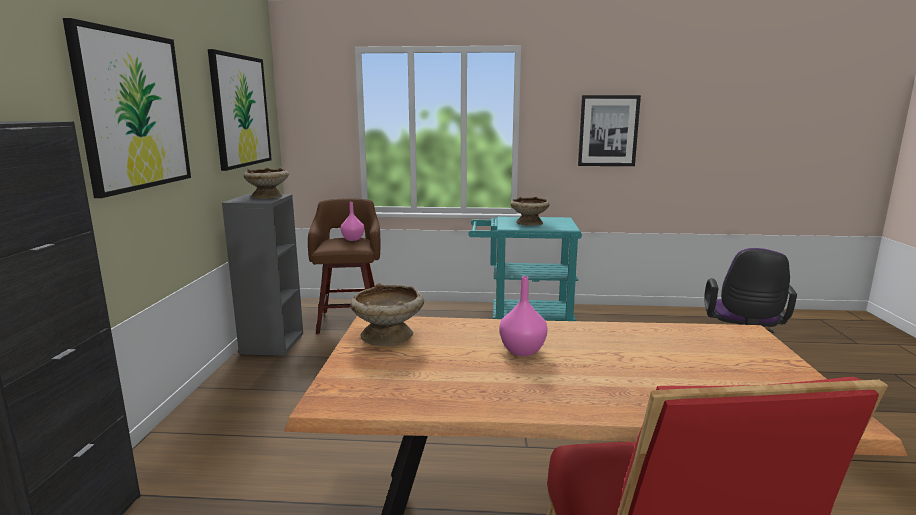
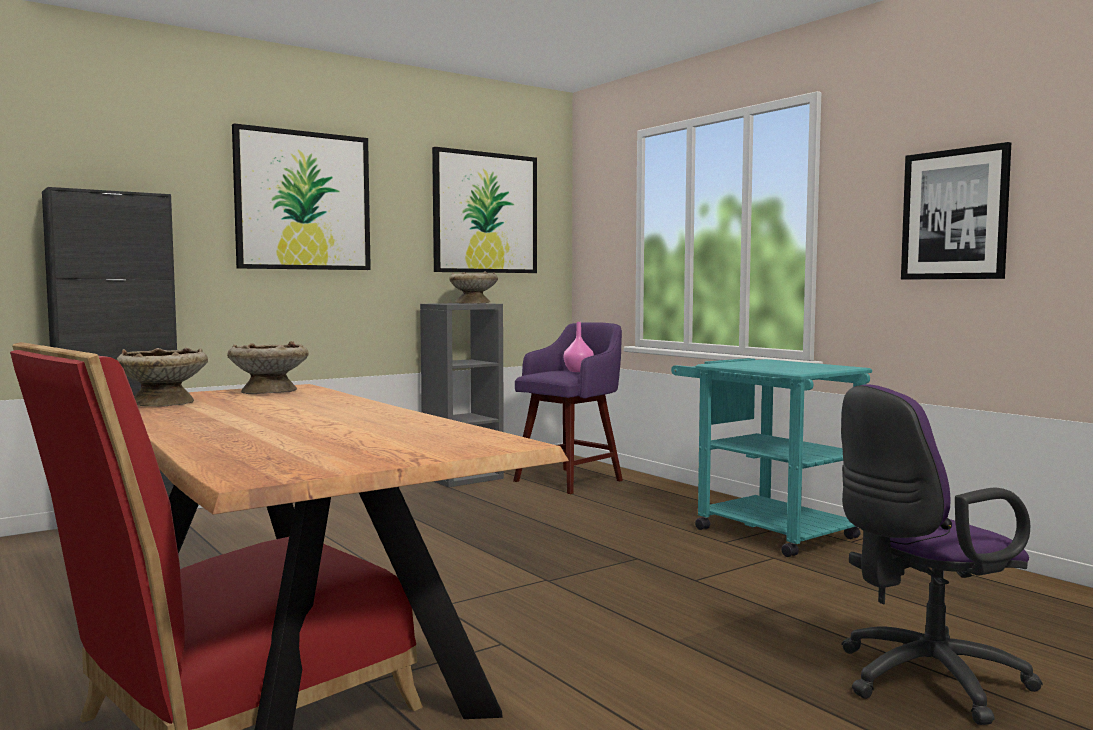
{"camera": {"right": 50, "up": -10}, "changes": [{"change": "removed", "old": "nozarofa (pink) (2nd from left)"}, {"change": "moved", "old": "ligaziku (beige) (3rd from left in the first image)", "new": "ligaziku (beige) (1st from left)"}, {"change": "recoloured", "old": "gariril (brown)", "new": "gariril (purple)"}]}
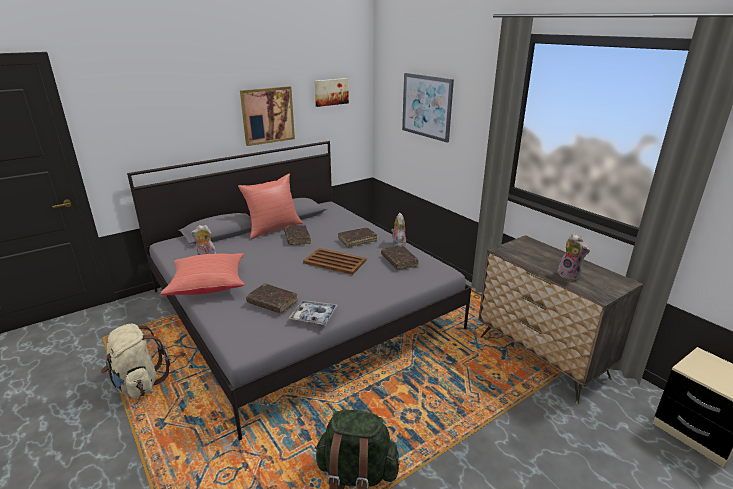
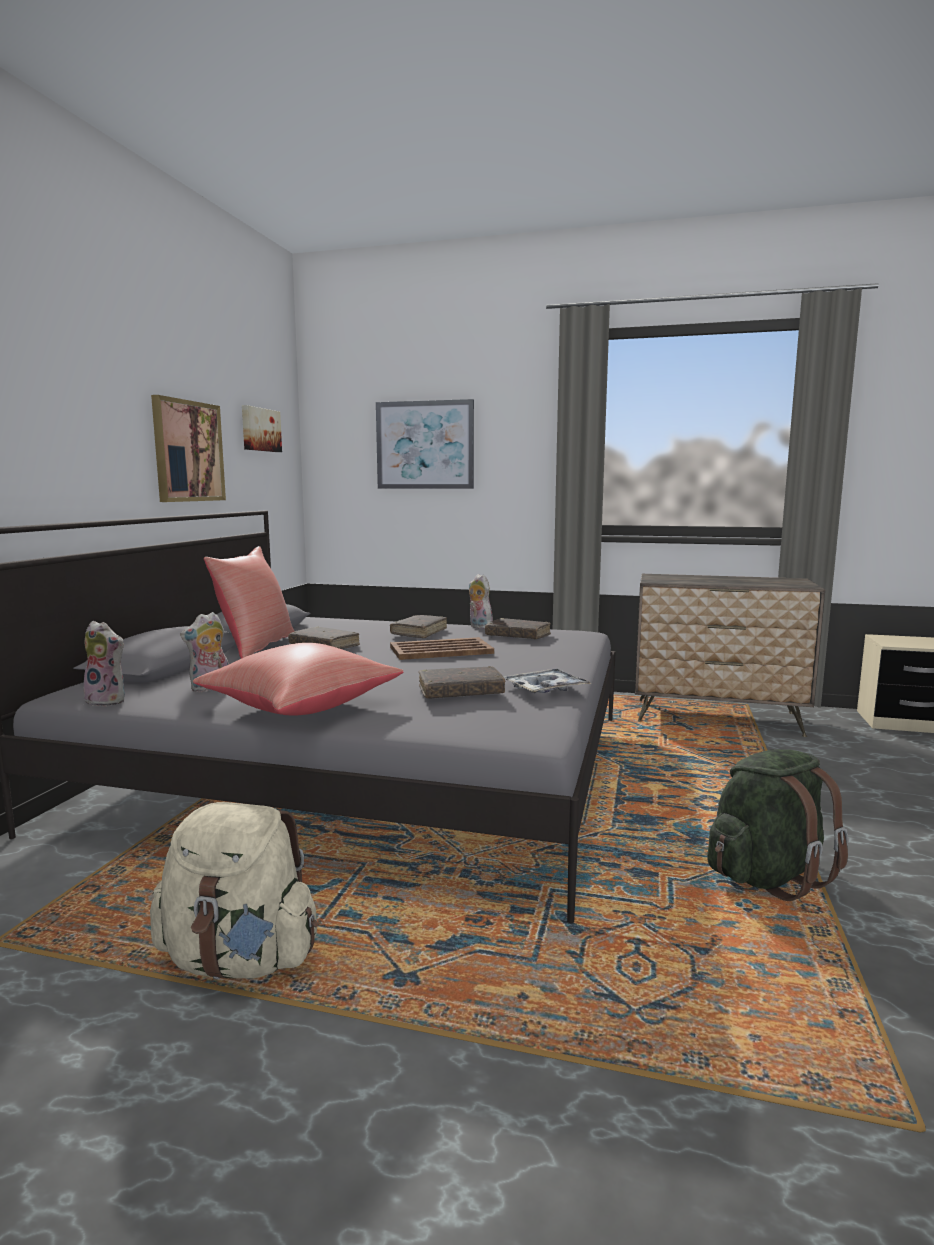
{"camera": {"right": -40, "up": -15}, "changes": [{"change": "moved", "old": "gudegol (3rd from left in the first image)", "new": "gudegol (1st from left)"}]}
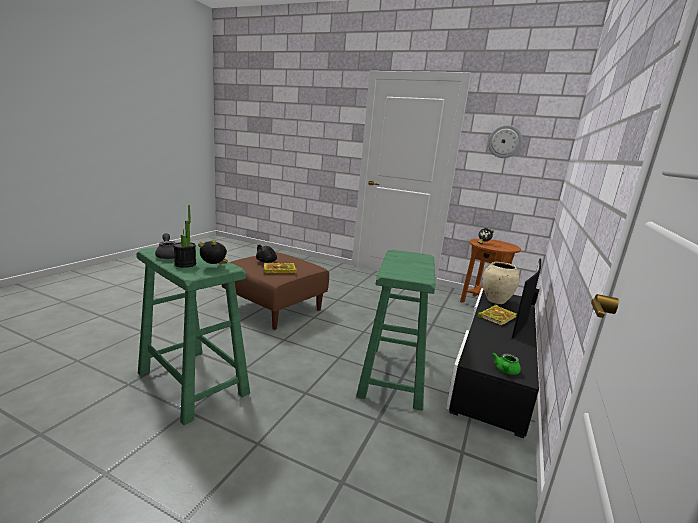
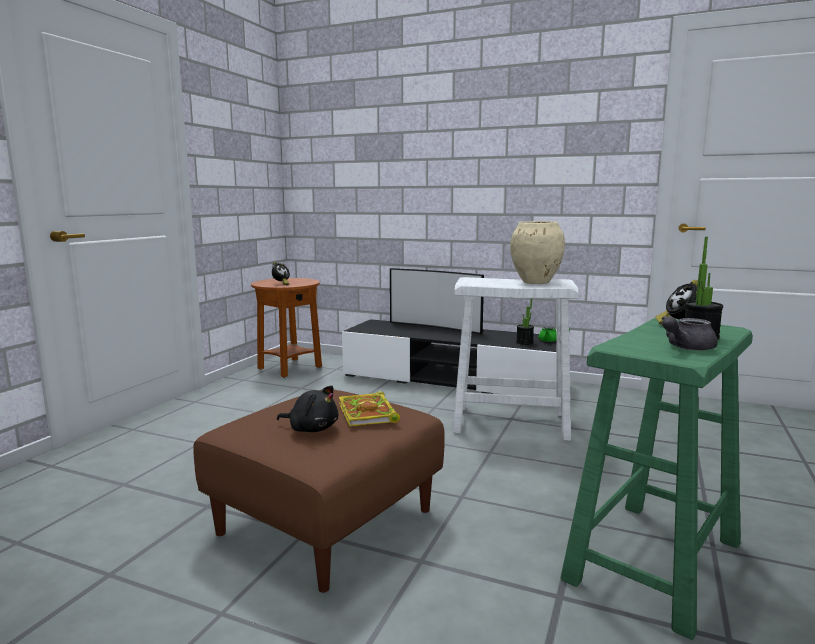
{"camera": {"right": -90, "up": -5}, "changes": [{"change": "removed", "old": "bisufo (2nd from left)"}, {"change": "removed", "old": "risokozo"}, {"change": "added", "new": "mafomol (1st from left)"}, {"change": "moved", "old": "nozarofa (beige)"}, {"change": "recoloured", "old": "gariril (green) (2nd from left)", "new": "gariril (white)"}]}
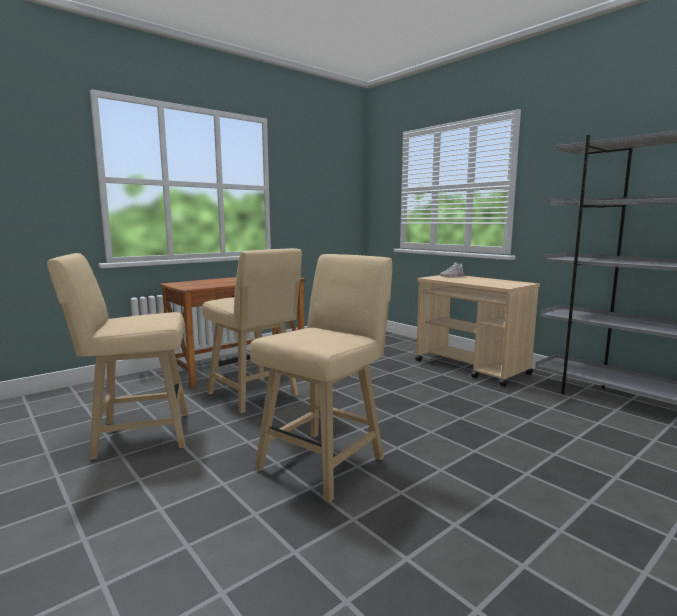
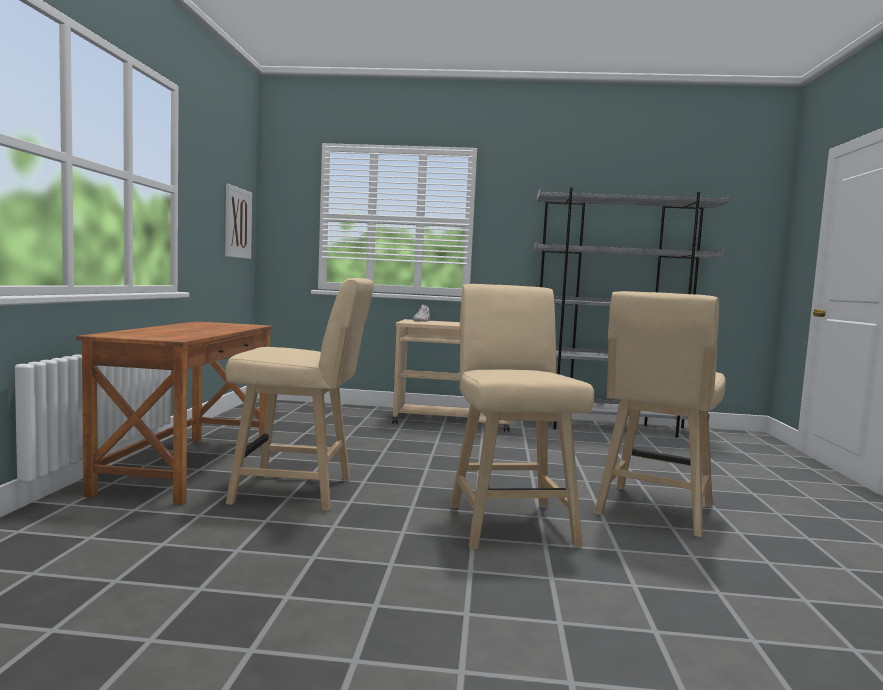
{"camera": {"right": -45, "up": -5}, "changes": [{"change": "added", "new": "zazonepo"}, {"change": "moved", "old": "gariril (beige) (1st from left in the first image)", "new": "gariril (beige) (3rd from left)"}]}
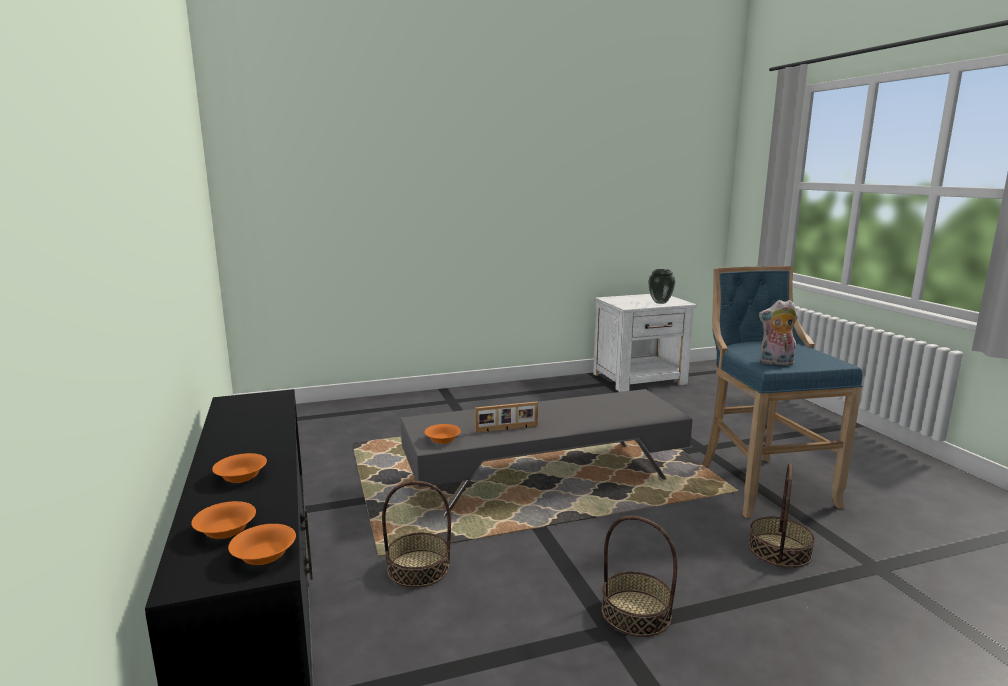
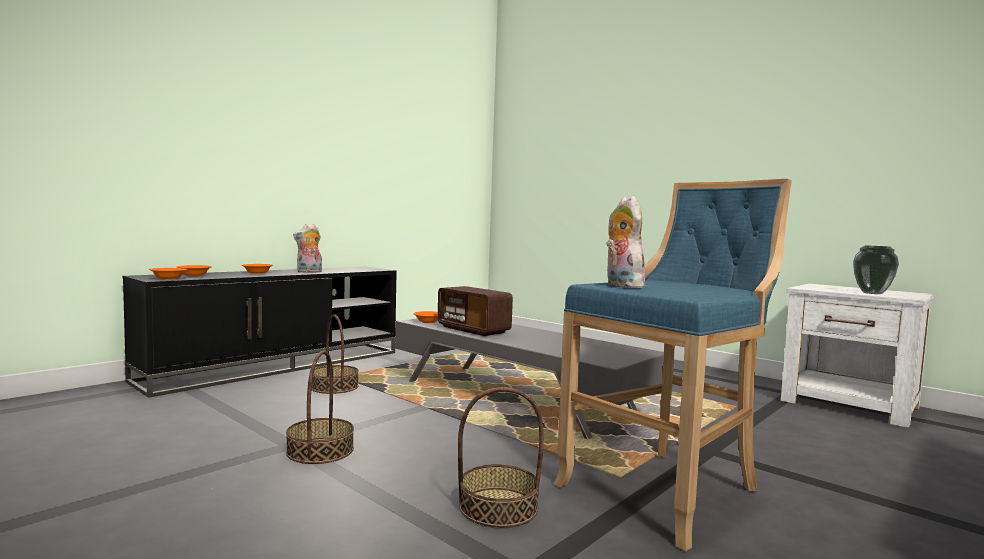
{"camera": {"right": 60, "up": -10}, "changes": [{"change": "added", "new": "gudegol (1st from left)"}, {"change": "replaced", "old": "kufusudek", "new": "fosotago"}]}
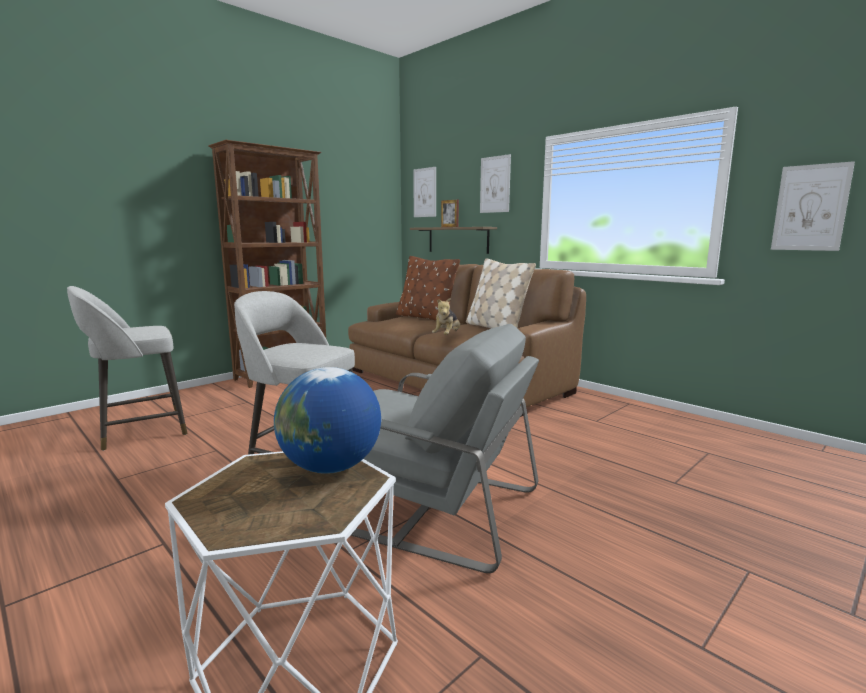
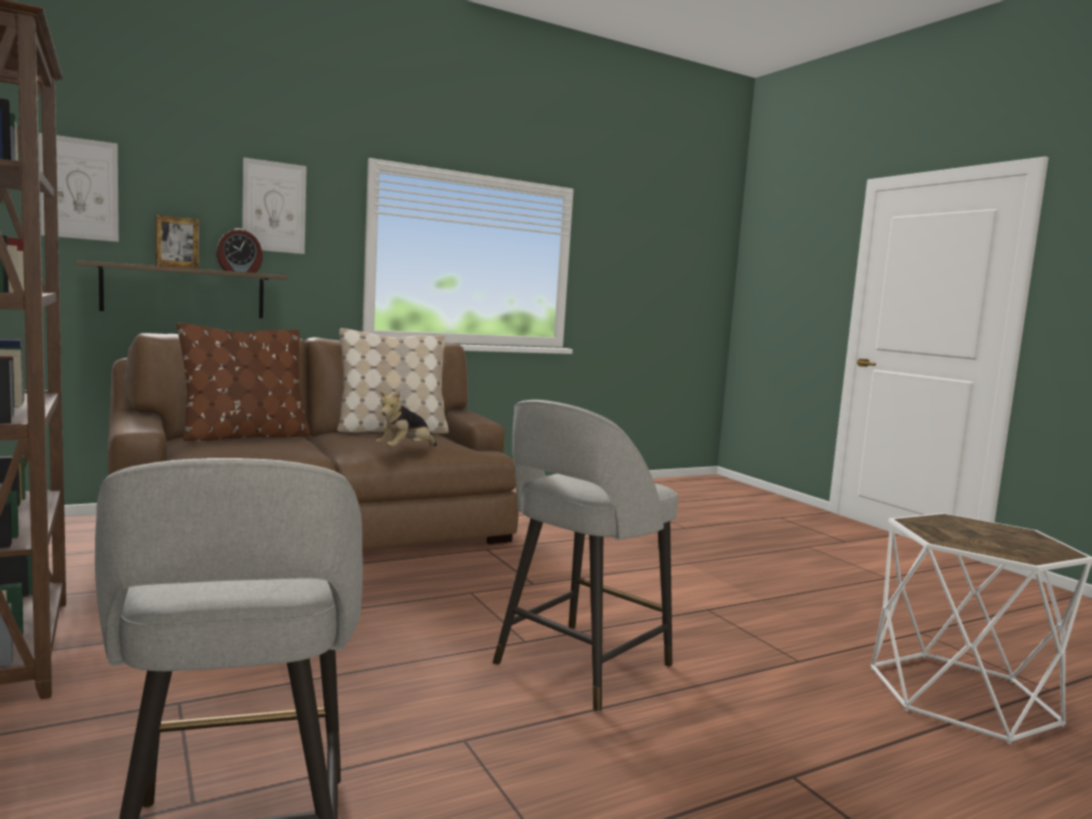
{"camera": {"right": -75, "up": -5}, "changes": [{"change": "removed", "old": "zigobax"}, {"change": "removed", "old": "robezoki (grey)"}, {"change": "removed", "old": "zazonepo (3rd from left)"}, {"change": "added", "new": "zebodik"}, {"change": "turned", "old": "gudegol", "degrees": 90}]}
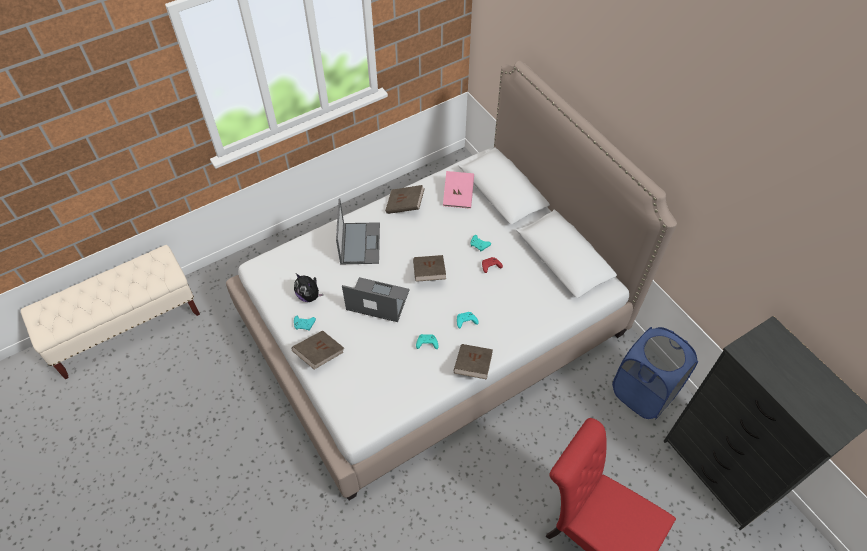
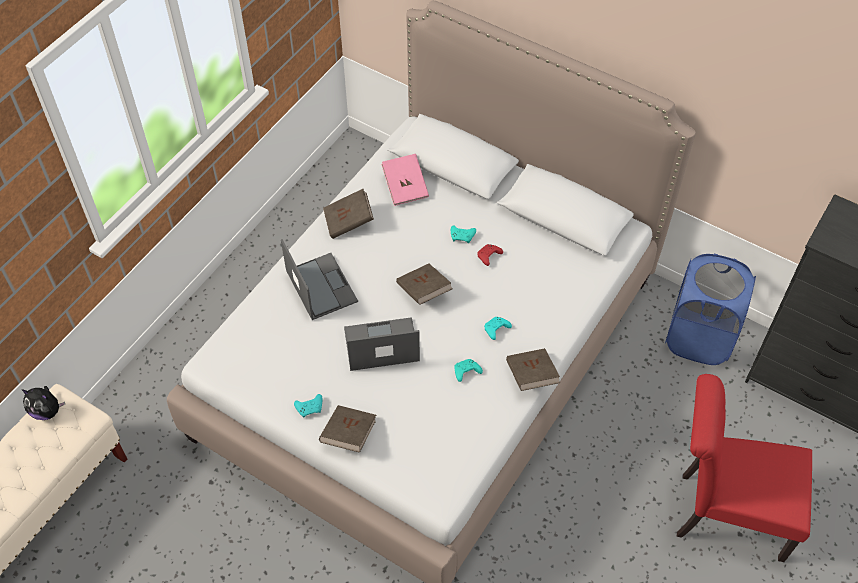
{"camera": {"right": -25, "up": 0}, "changes": [{"change": "moved", "old": "gudegol"}]}
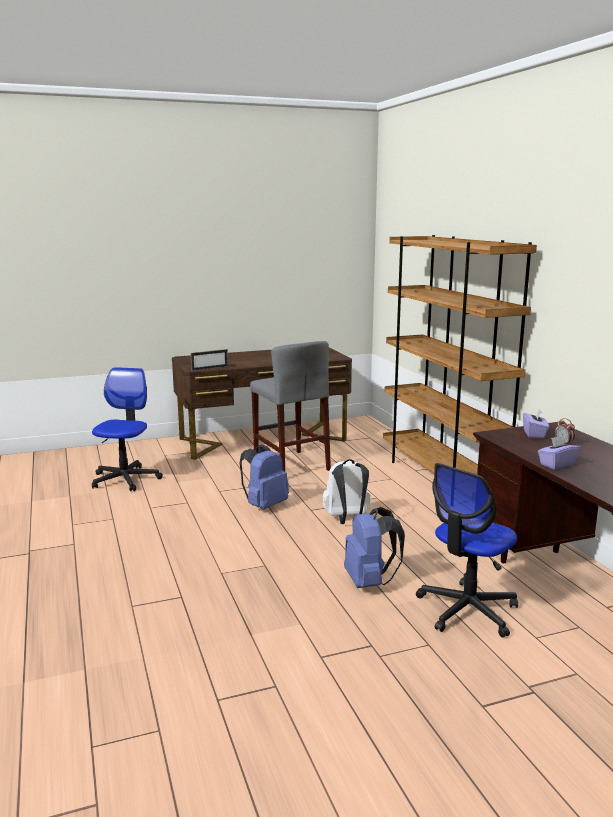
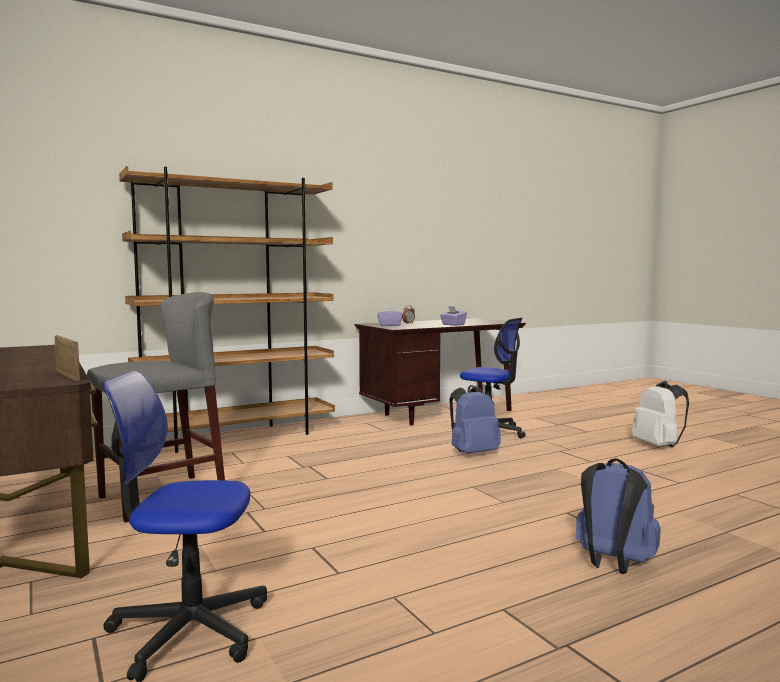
{"camera": {"right": -100, "up": -10}, "changes": [{"change": "moved", "old": "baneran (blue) (1st from left in the first image)", "new": "baneran (blue) (2nd from left)"}, {"change": "moved", "old": "baneran (white)"}]}
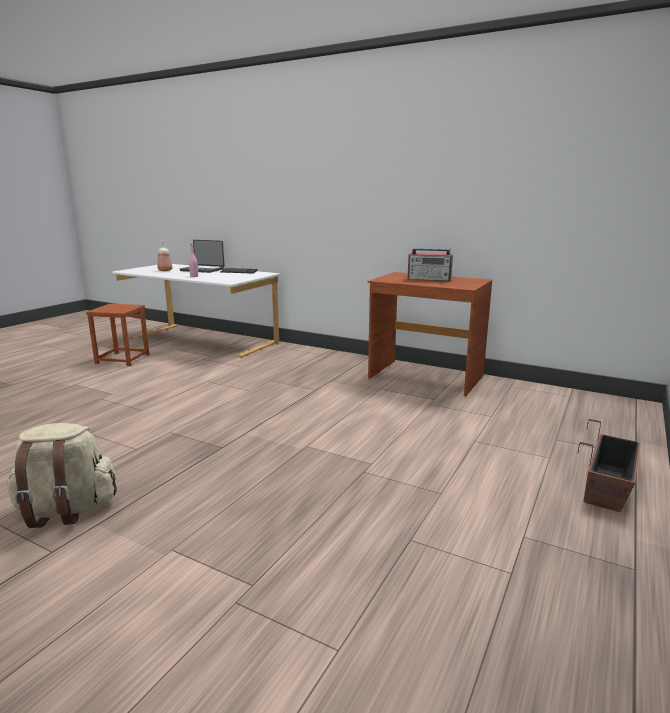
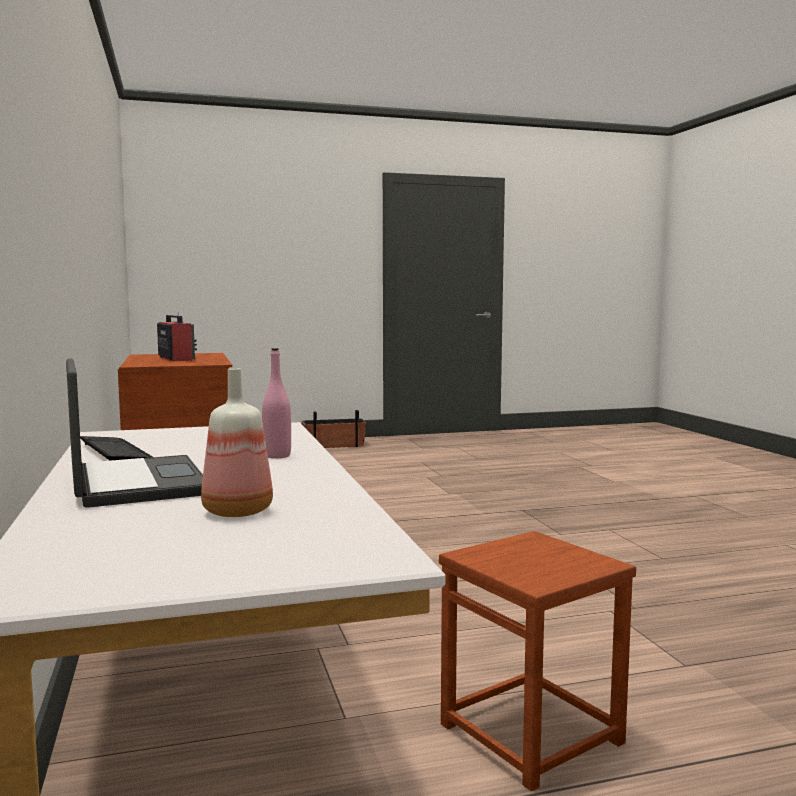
{"camera": {"right": -135, "up": -10}, "changes": [{"change": "removed", "old": "baneran (beige)"}]}
